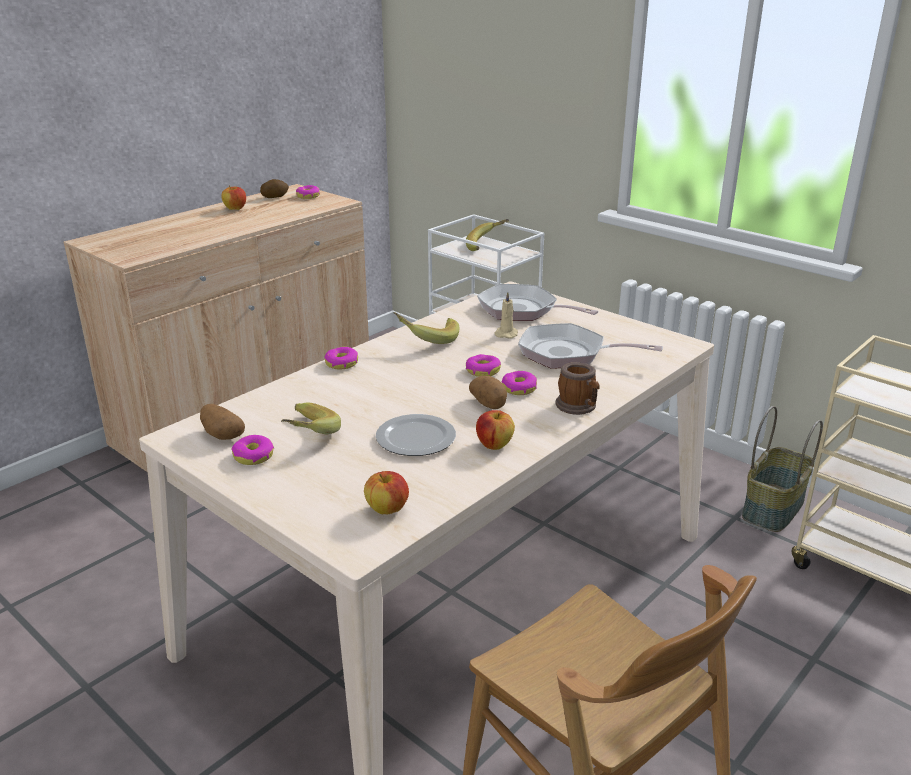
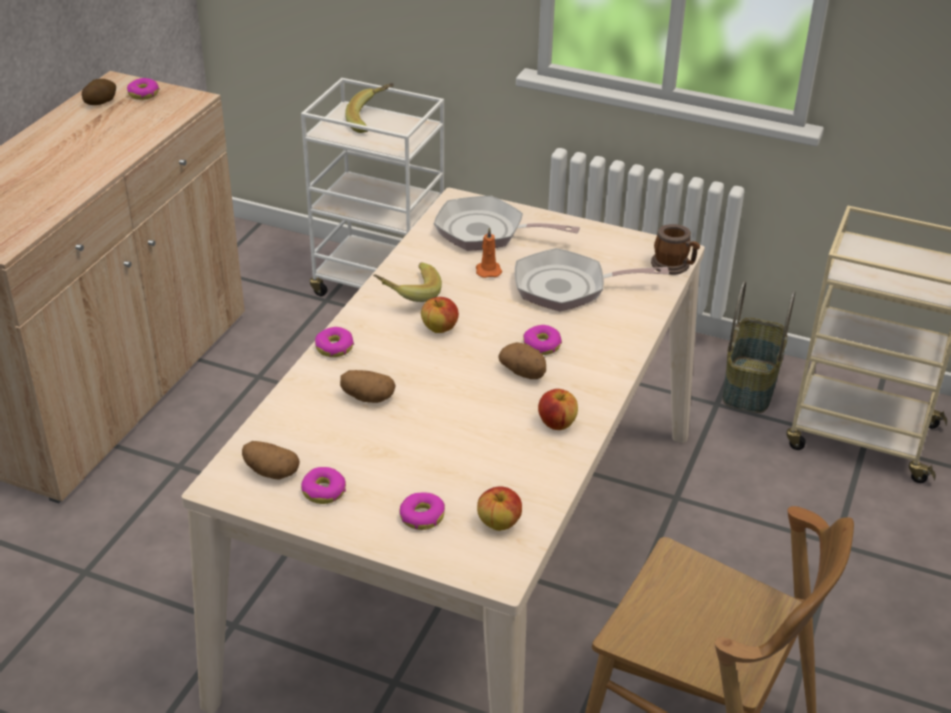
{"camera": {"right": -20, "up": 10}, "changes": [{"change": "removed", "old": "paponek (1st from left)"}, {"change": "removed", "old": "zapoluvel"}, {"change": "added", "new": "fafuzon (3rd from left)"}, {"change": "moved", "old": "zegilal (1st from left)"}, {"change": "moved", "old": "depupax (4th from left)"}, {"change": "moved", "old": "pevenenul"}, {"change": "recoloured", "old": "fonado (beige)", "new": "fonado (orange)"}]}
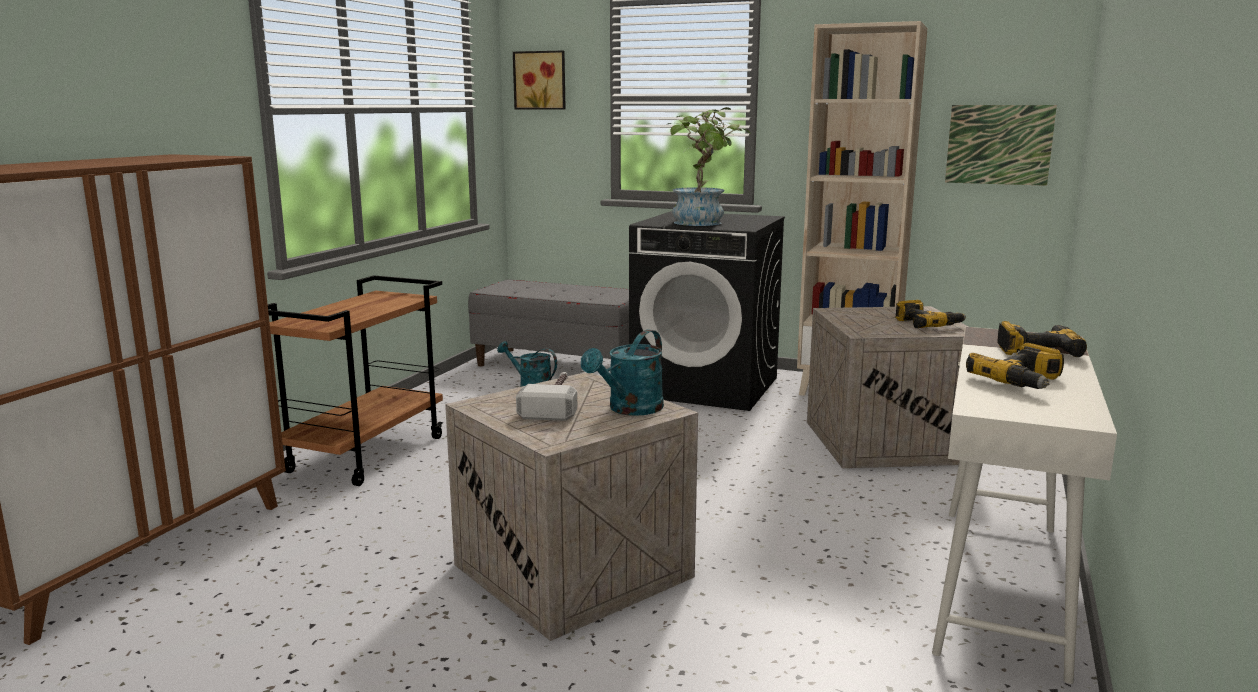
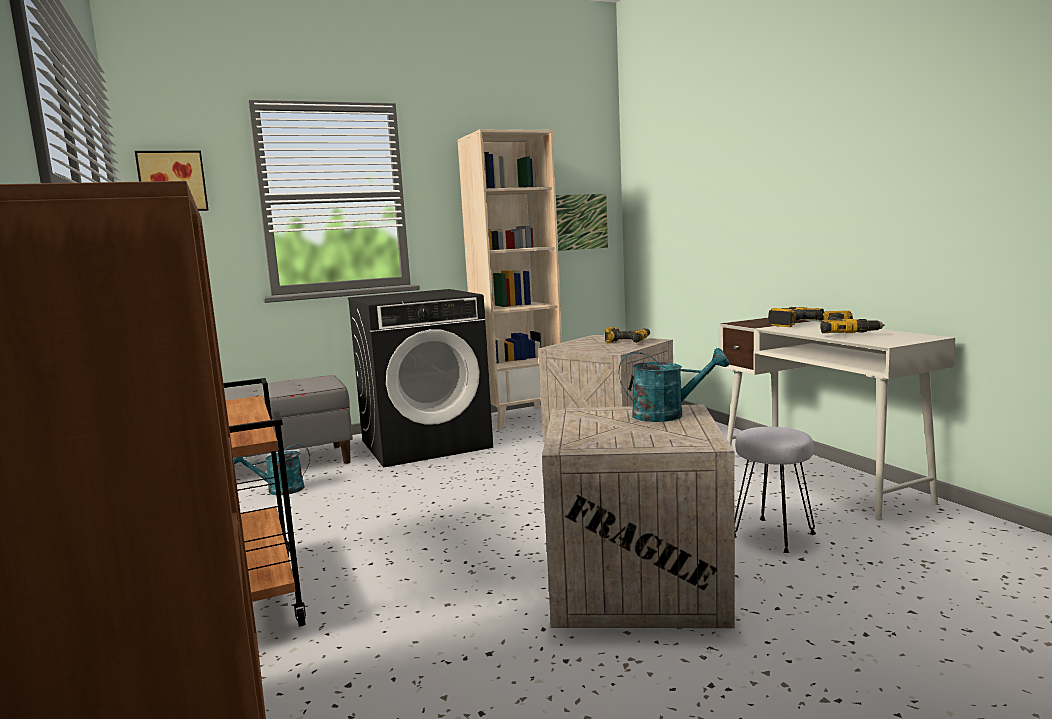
{"camera": {"right": -45, "up": -5}, "changes": [{"change": "removed", "old": "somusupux"}, {"change": "removed", "old": "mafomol"}, {"change": "added", "new": "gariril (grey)"}, {"change": "turned", "old": "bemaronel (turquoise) (2nd from left)", "degrees": -75}]}
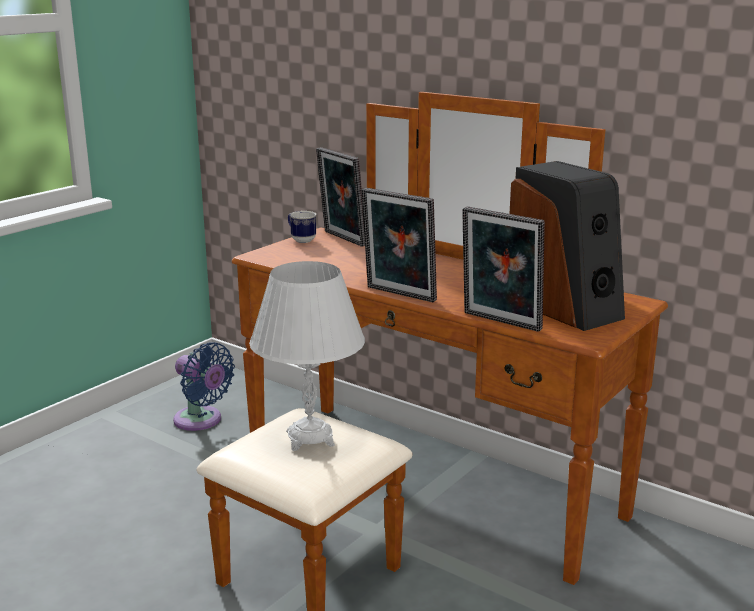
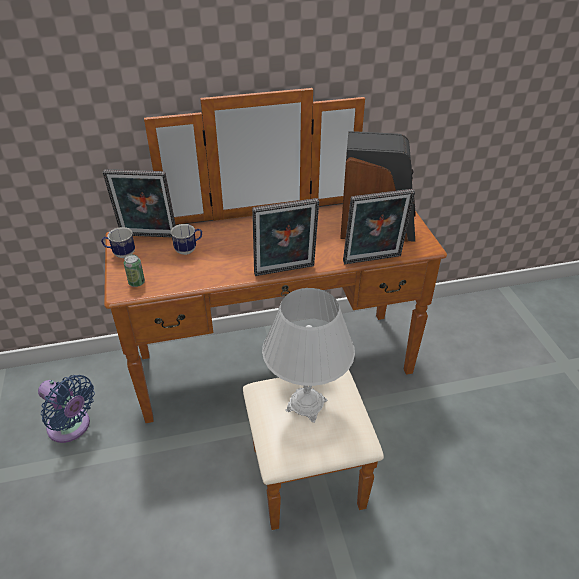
{"camera": {"right": -50, "up": 20}, "changes": [{"change": "added", "new": "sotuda"}, {"change": "added", "new": "pevenenul (2nd from left)"}, {"change": "turned", "old": "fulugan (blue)", "degrees": 45}]}
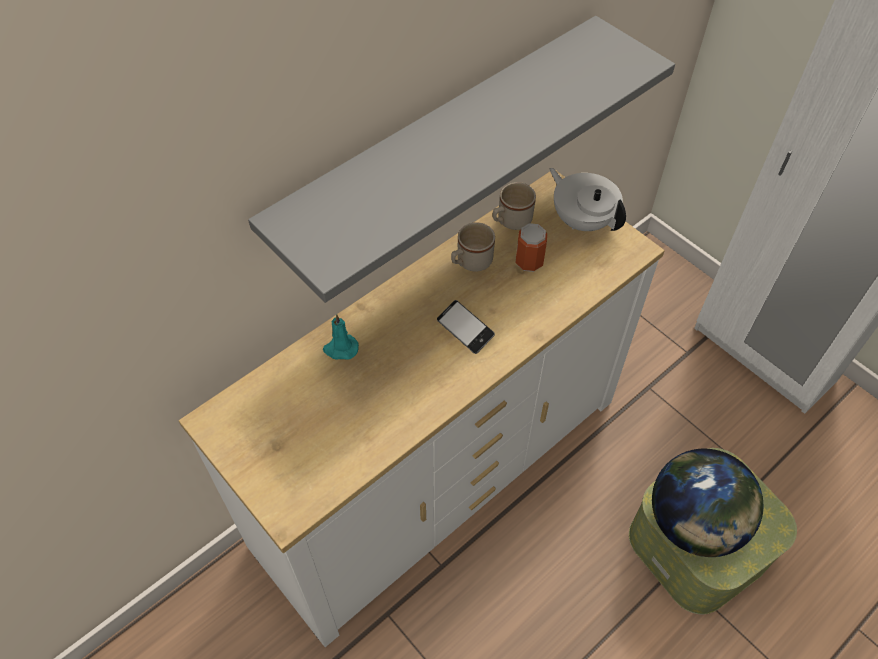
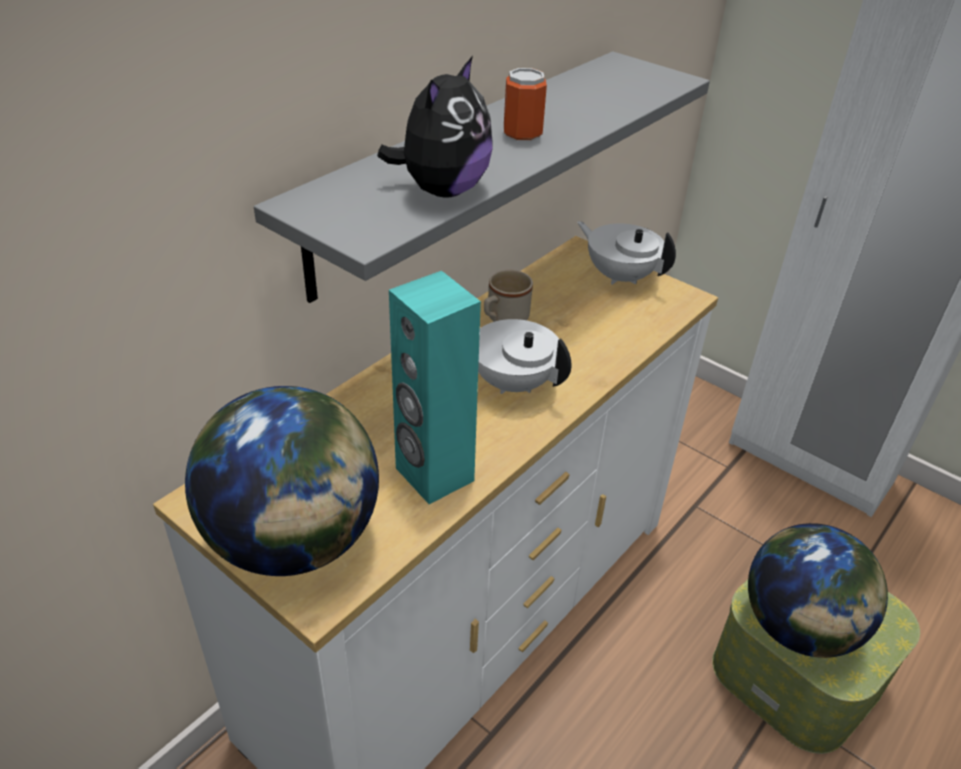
{"camera": {"right": -10, "up": -15}, "changes": [{"change": "removed", "old": "fonado (turquoise)"}, {"change": "removed", "old": "pevenenul (beige) (2nd from left)"}, {"change": "added", "new": "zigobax (1st from left)"}, {"change": "added", "new": "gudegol"}, {"change": "added", "new": "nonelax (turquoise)"}, {"change": "moved", "old": "sotuda"}, {"change": "replaced", "old": "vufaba", "new": "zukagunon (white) (1st from left)"}]}
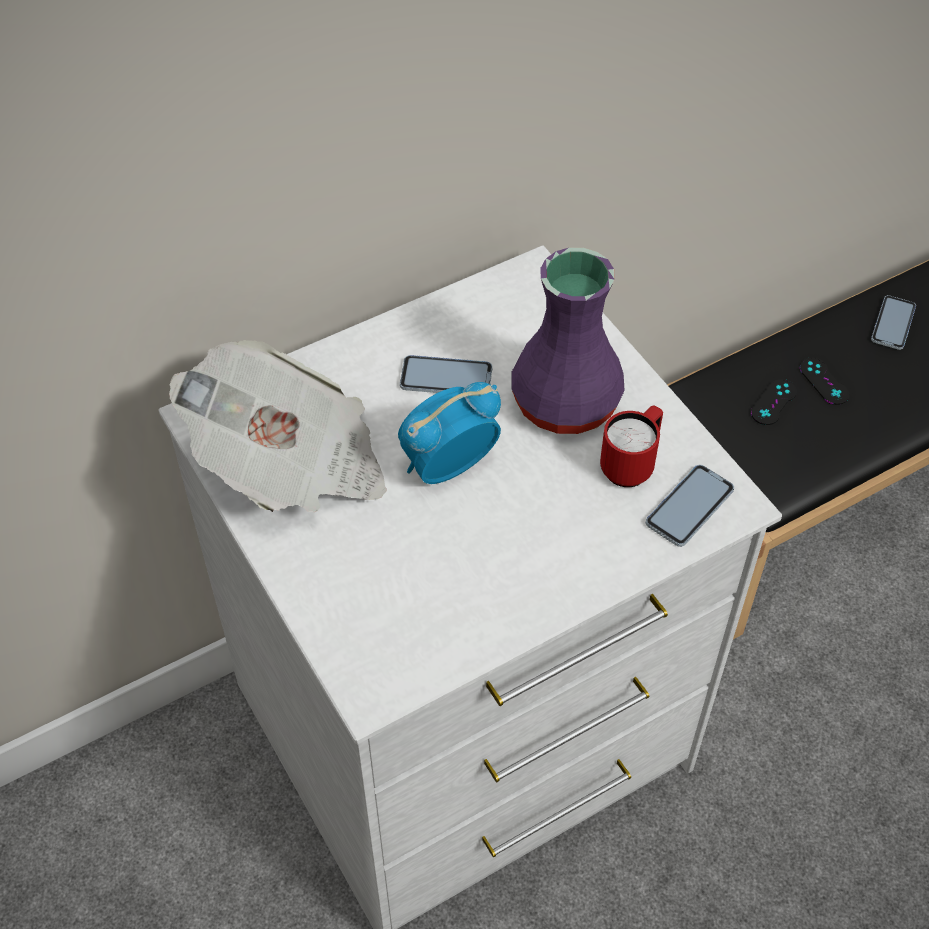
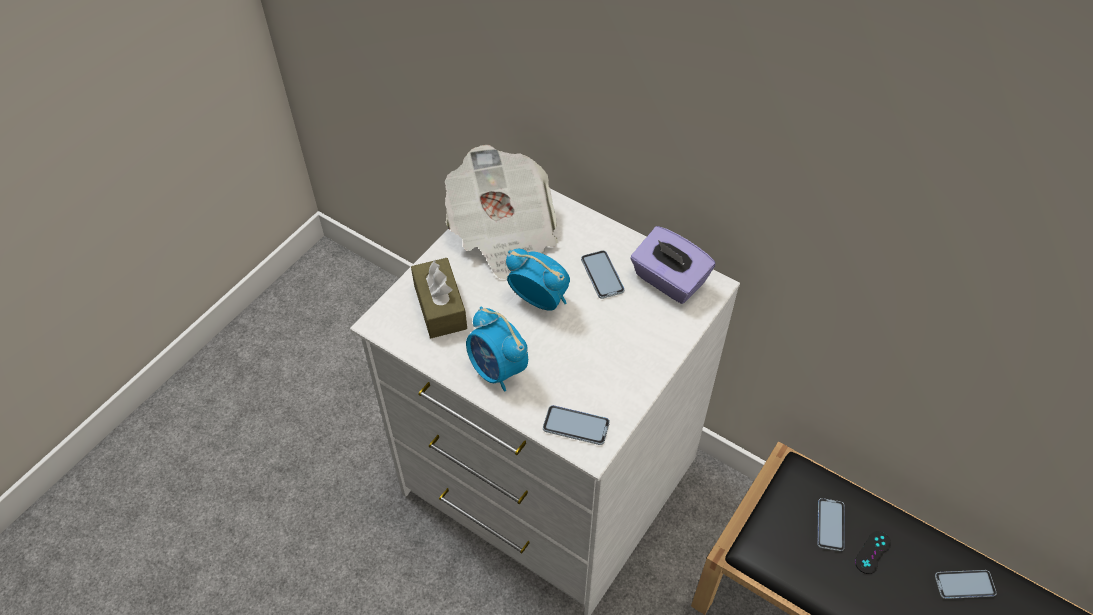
{"camera": {"right": 65, "up": 0}, "changes": [{"change": "removed", "old": "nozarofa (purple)"}, {"change": "removed", "old": "pevenenul (red)"}, {"change": "added", "new": "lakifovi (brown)"}, {"change": "added", "new": "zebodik (1st from left)"}, {"change": "added", "new": "lakifovi (purple)"}, {"change": "replaced", "old": "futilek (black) (1st from left)", "new": "vufaba (3rd from left)"}]}
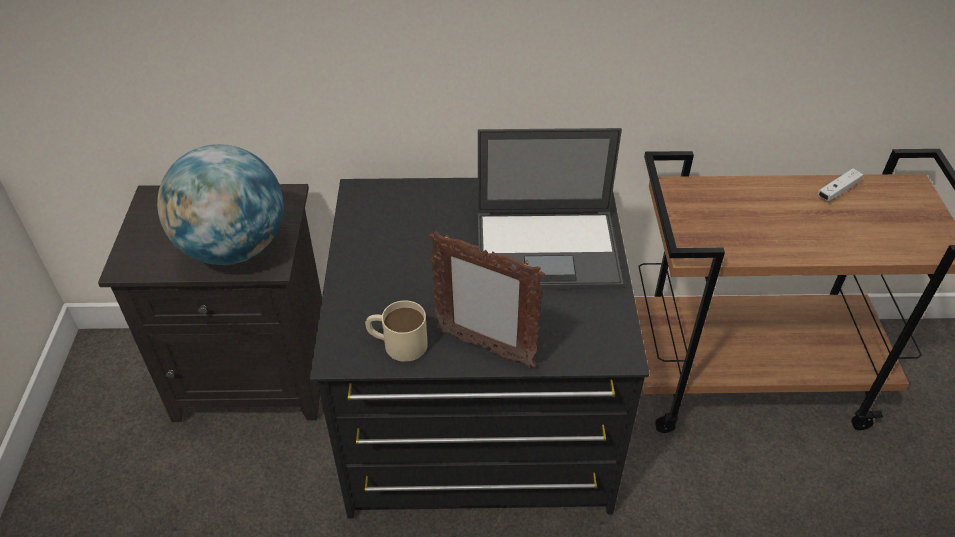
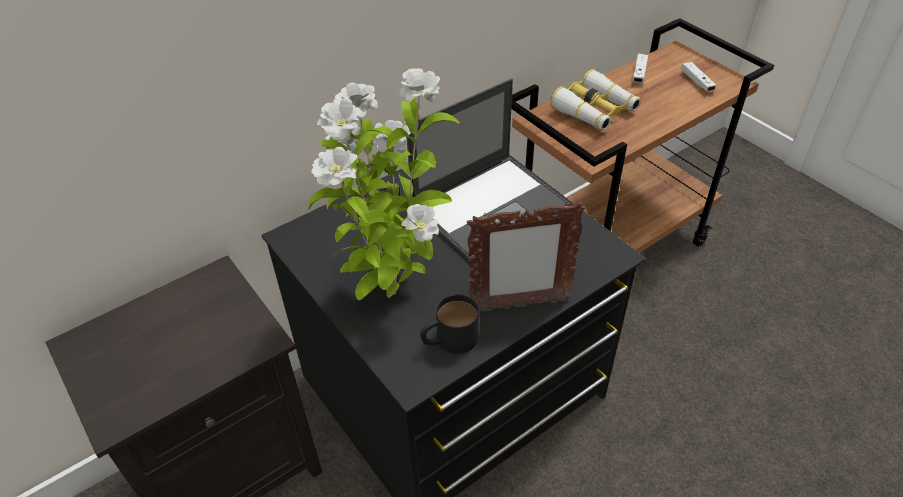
{"camera": {"right": -35, "up": 0}, "changes": [{"change": "removed", "old": "zigobax"}, {"change": "added", "new": "mafomol"}, {"change": "added", "new": "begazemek"}, {"change": "added", "new": "futilek (white) (2nd from left)"}, {"change": "recoloured", "old": "pevenenul (beige)", "new": "pevenenul (black)"}]}
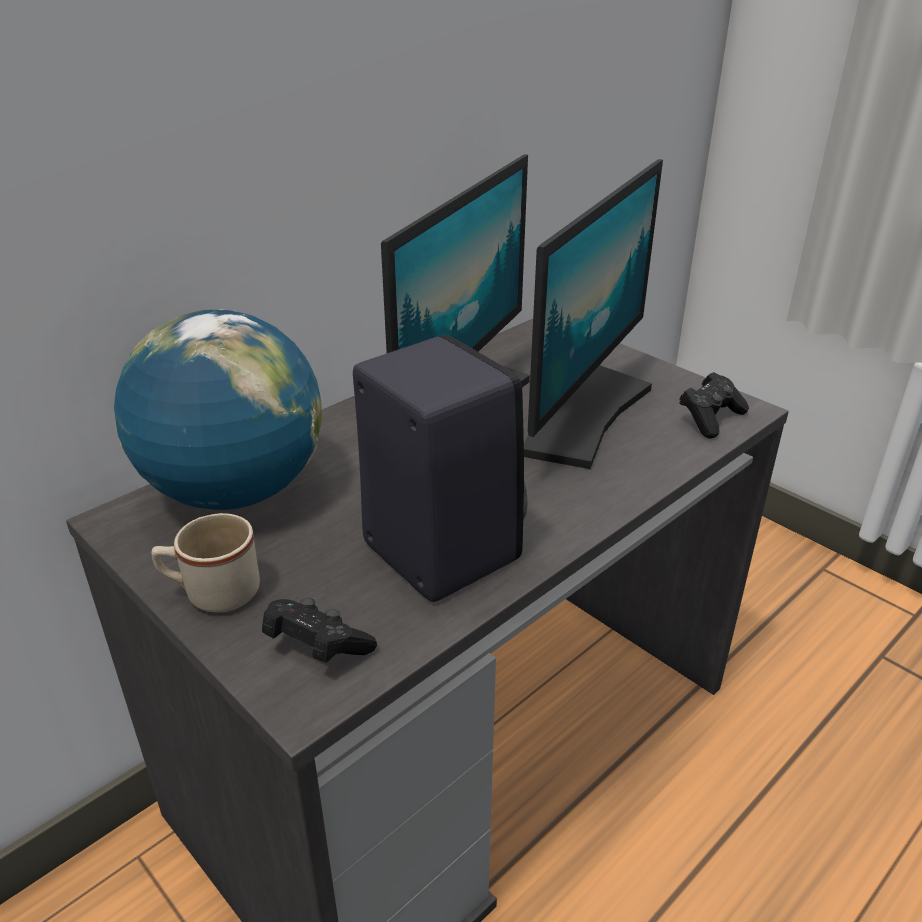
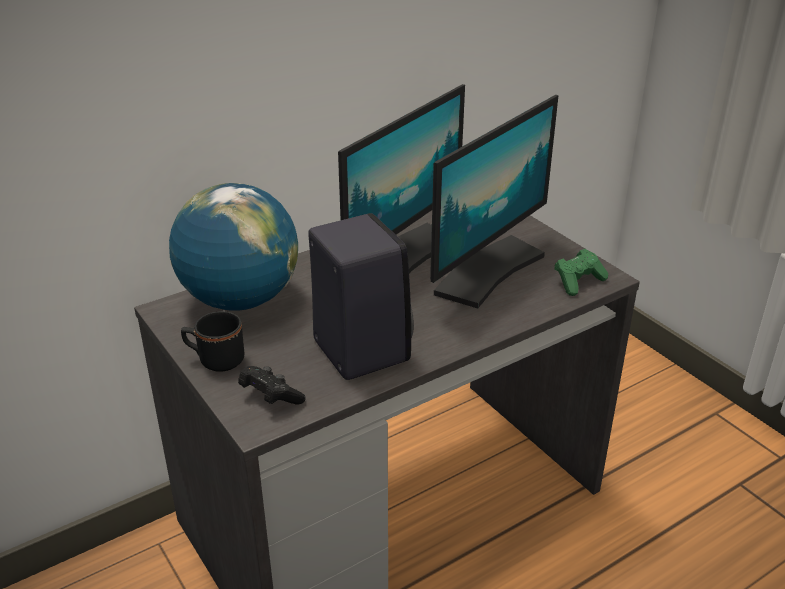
{"camera": {"right": 10, "up": 0}, "changes": [{"change": "recoloured", "old": "pevenenul (beige)", "new": "pevenenul (black)"}, {"change": "recoloured", "old": "futilek (black) (2nd from left)", "new": "futilek (green)"}]}
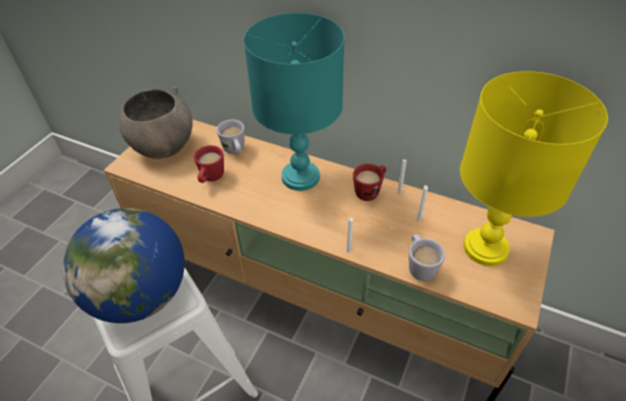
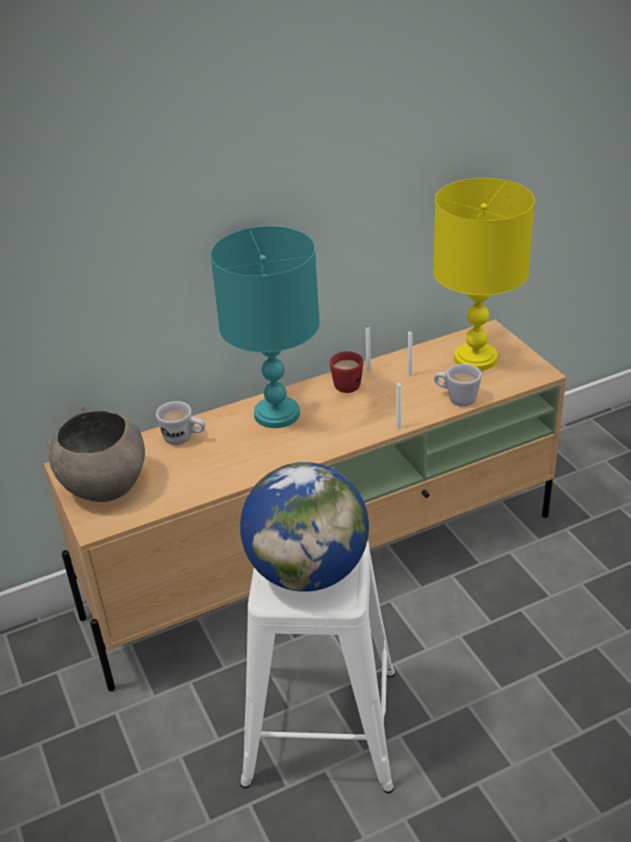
{"camera": {"right": -50, "up": -10}, "changes": [{"change": "removed", "old": "pevenenul (red) (1st from left)"}]}
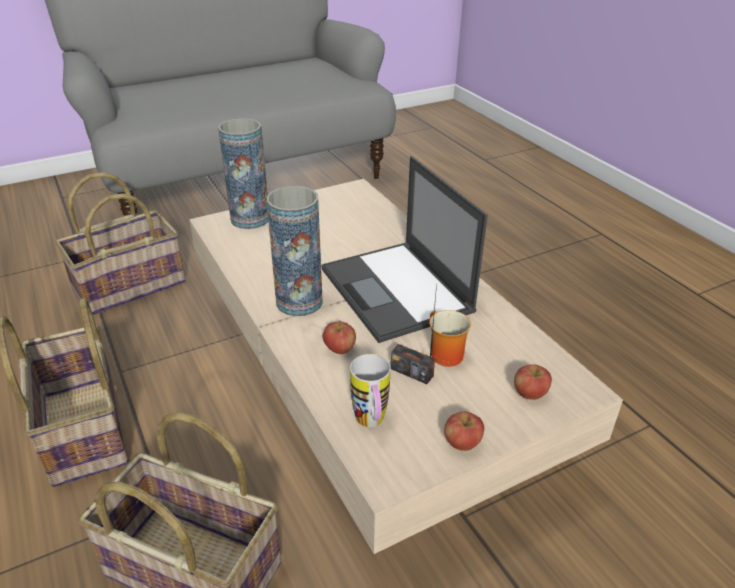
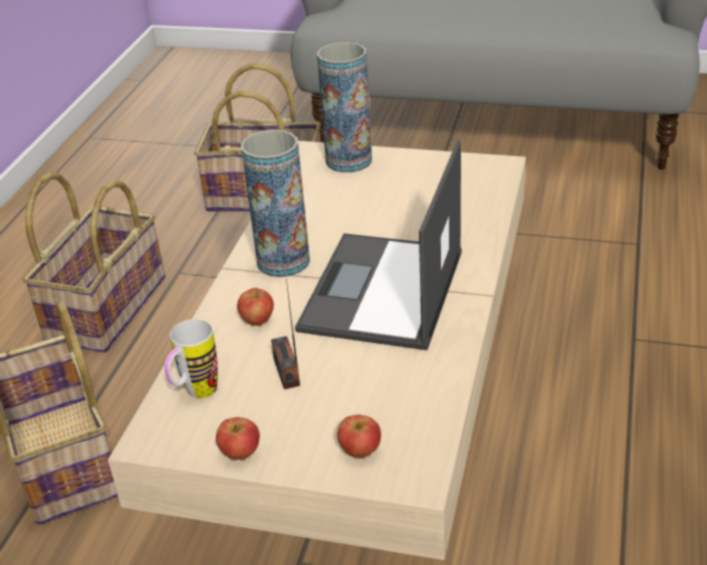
{"camera": {"right": 45, "up": 0}, "changes": [{"change": "removed", "old": "pevenenul (2nd from left)"}]}
